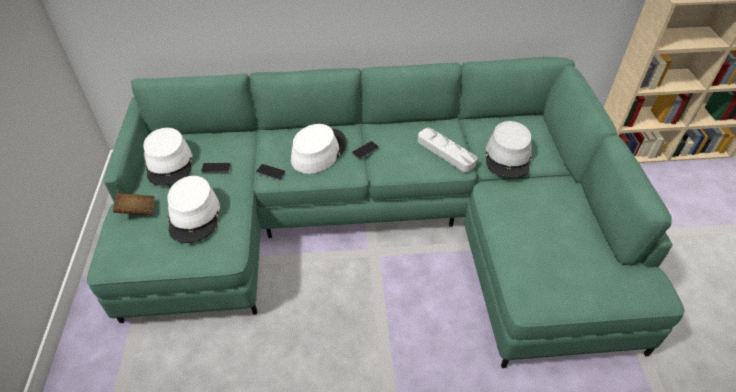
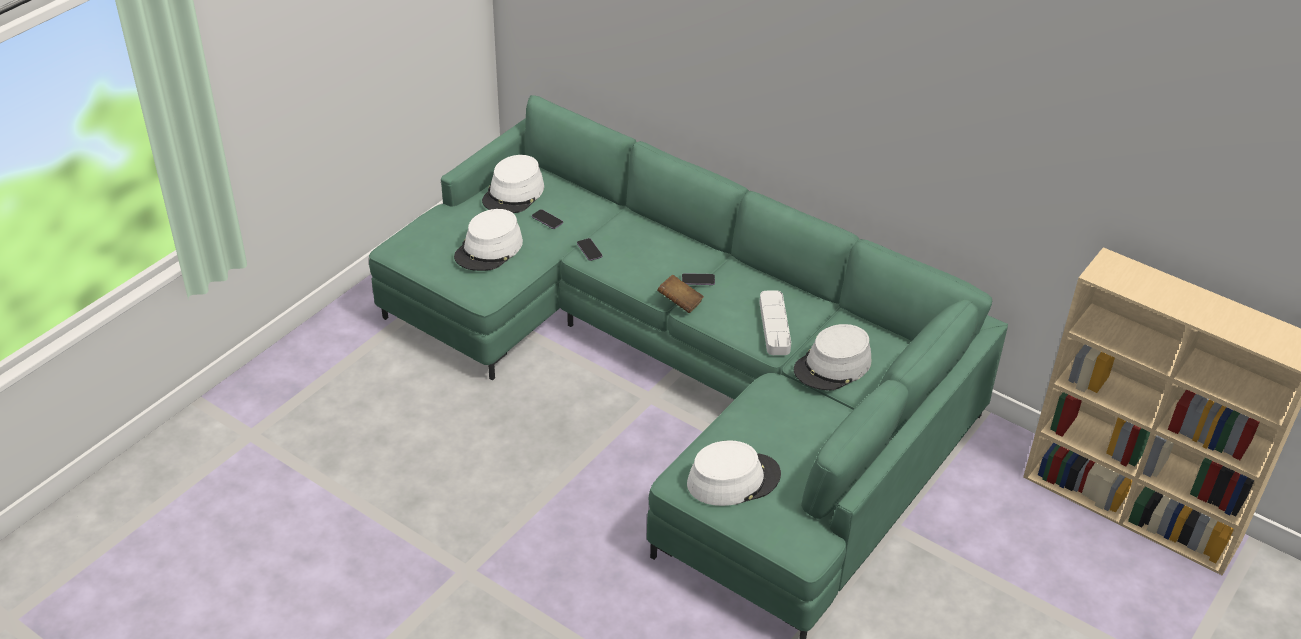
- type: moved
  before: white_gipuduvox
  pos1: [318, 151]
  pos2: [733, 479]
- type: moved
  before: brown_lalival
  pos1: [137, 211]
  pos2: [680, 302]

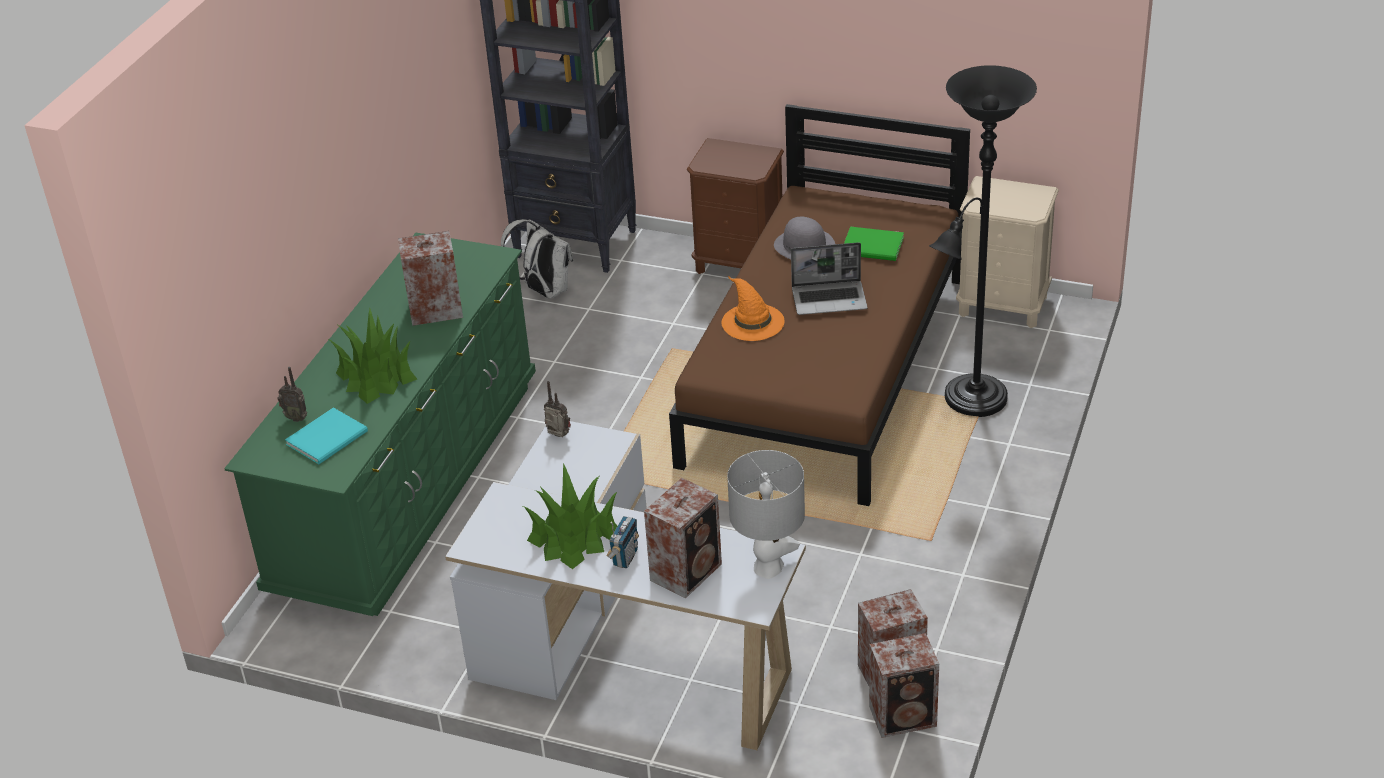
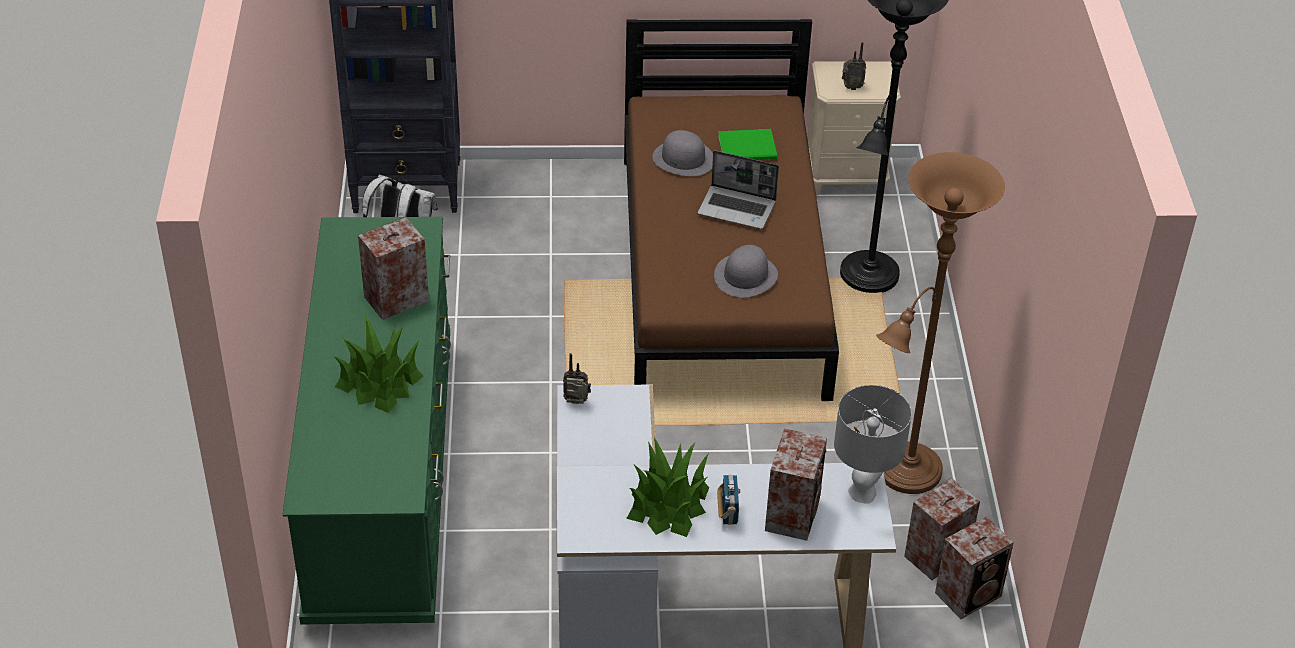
- type: removed
  before: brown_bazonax
  pos1: [739, 263]
- type: turned
  before: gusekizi
  pos1: [830, 299]
  pos2: [738, 208]
  turn: 45
- type: removed
  before: orange_gipuduvox
  pos1: [752, 321]
- type: moved
  before: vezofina
  pos1: [296, 417]
  pos2: [851, 87]
- type: removed
  before: turquoise_lalival
  pos1: [330, 438]
- type: added
  after: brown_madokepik
  pos2: [903, 475]
- type: added
  after: grey_gipuduvox
  pos2: [745, 275]

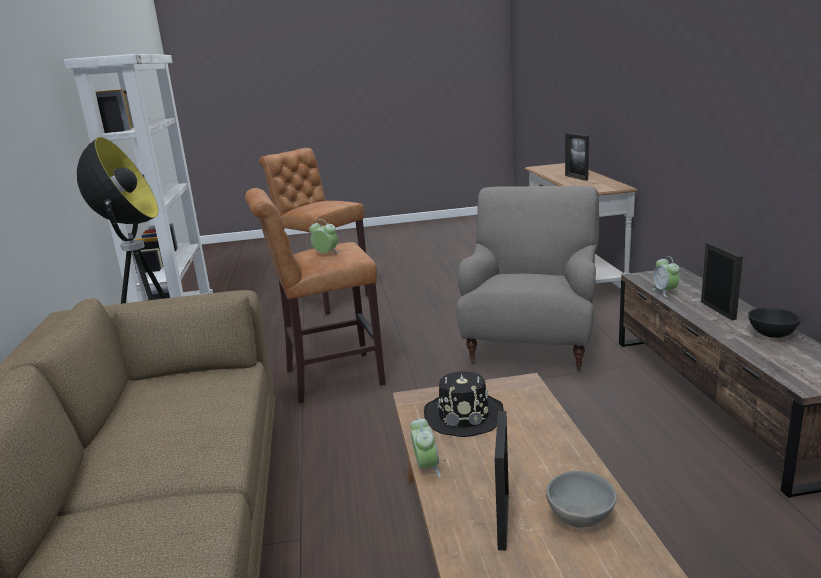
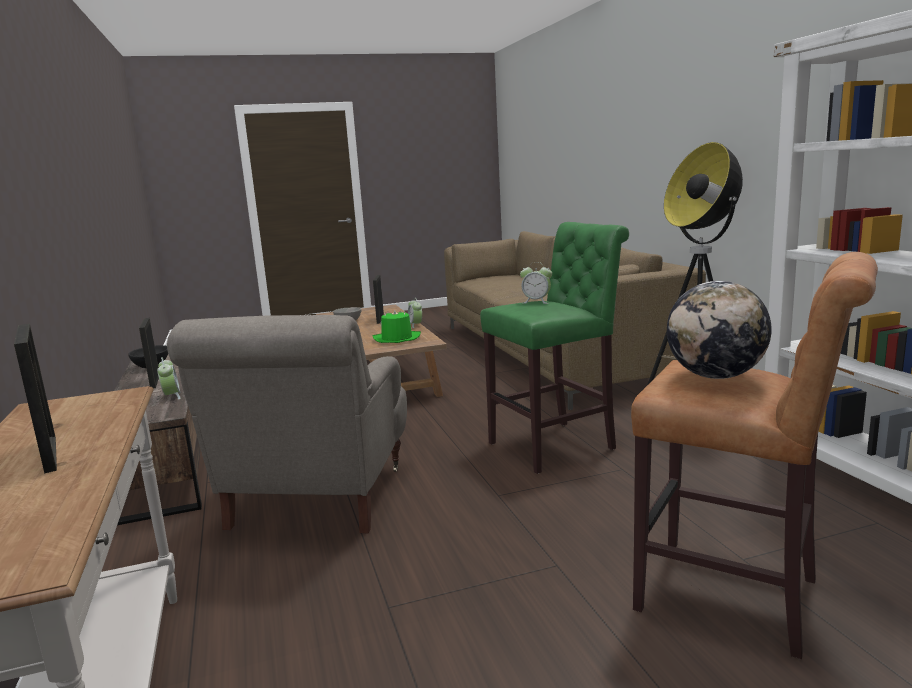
- type: recoloured
  before: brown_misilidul
  after: green_misilidul
  pos1: [328, 379]
  pos2: [557, 445]
- type: recoloured
  before: black_gipuduvox
  after: green_gipuduvox
  pos1: [464, 415]
  pos2: [396, 338]
- type: added
  after: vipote
  pos2: [715, 376]

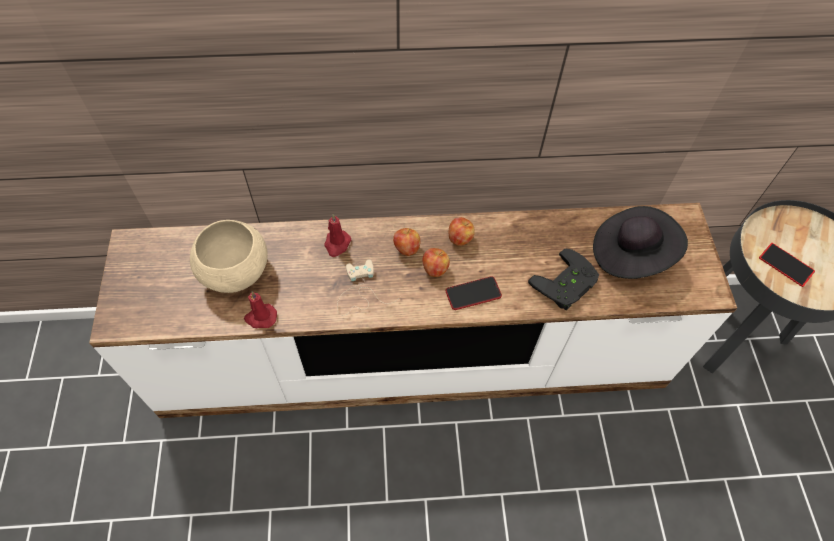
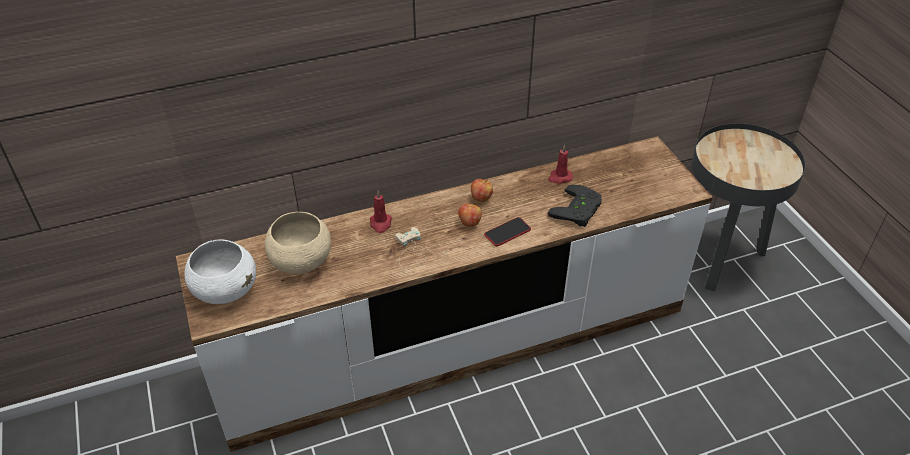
- type: removed
  before: black_gipuduvox
  pos1: [631, 254]
- type: removed
  before: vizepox
  pos1: [406, 248]
- type: removed
  before: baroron
  pos1: [786, 264]
- type: moved
  before: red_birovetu
  pos1: [260, 317]
  pos2: [559, 177]
- type: added
  after: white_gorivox
  pos2: [225, 290]

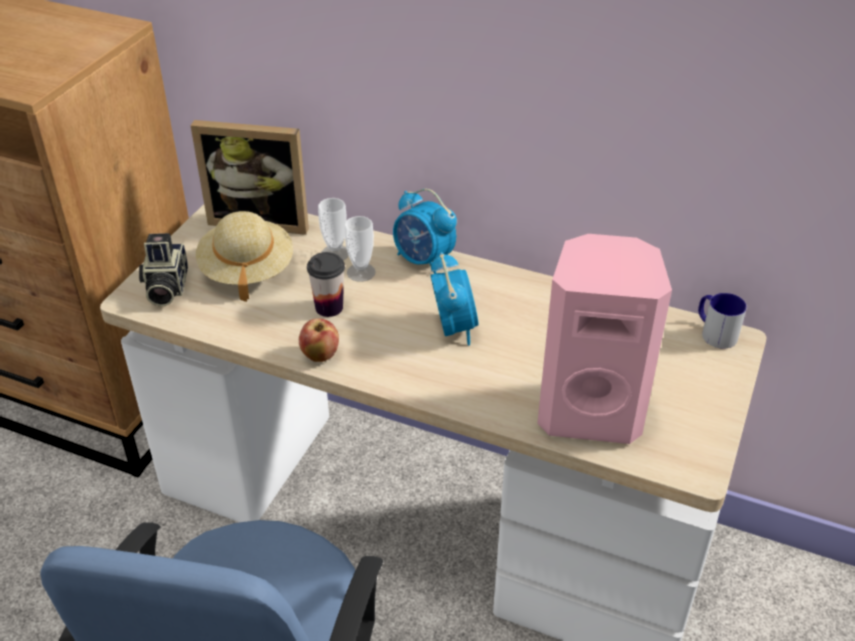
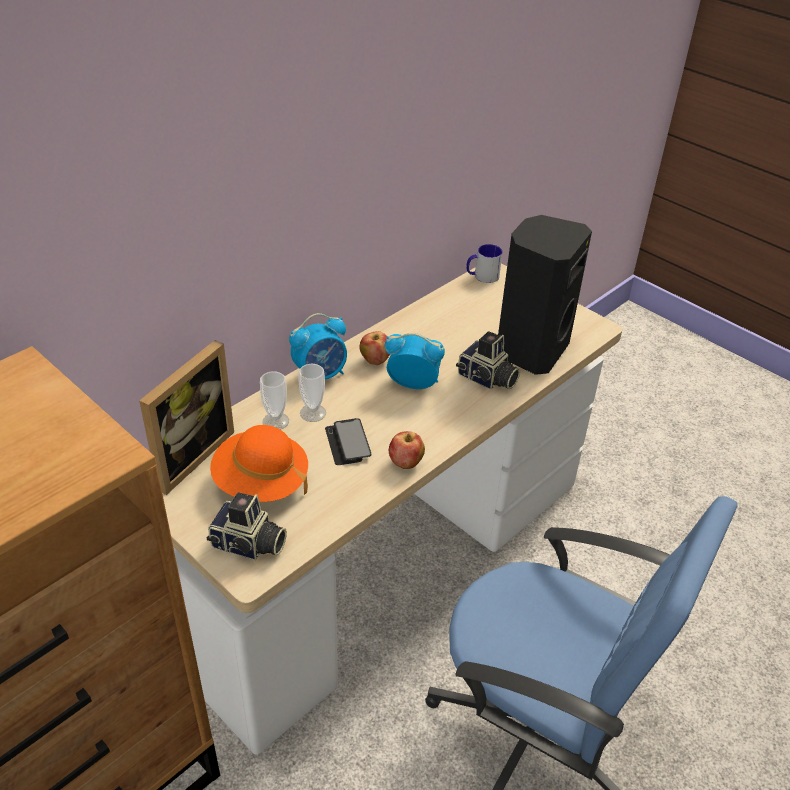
- type: recoloured
  before: beige_gipuduvox
  after: orange_gipuduvox
  pos1: [247, 270]
  pos2: [261, 482]
- type: recoloured
  before: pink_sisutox
  after: black_sisutox
  pos1: [590, 411]
  pos2: [530, 350]
- type: replaced
  before: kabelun
  after: baroron
  pos1: [329, 307]
  pos2: [347, 443]
- type: added
  after: vizepox
  pos2: [375, 360]
- type: added
  after: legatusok
  pos2: [487, 379]

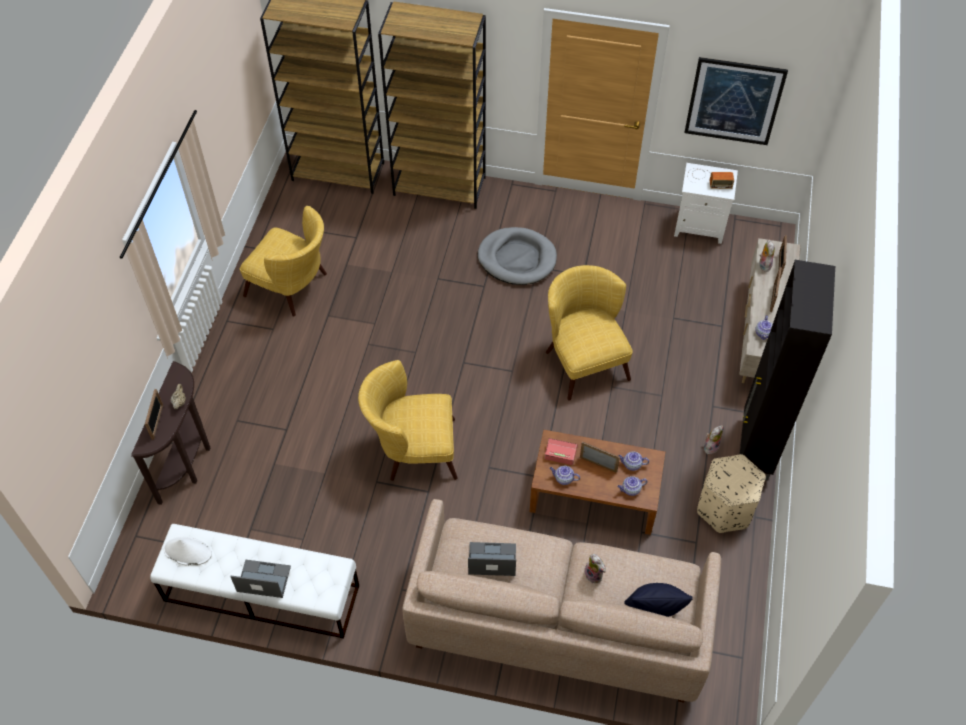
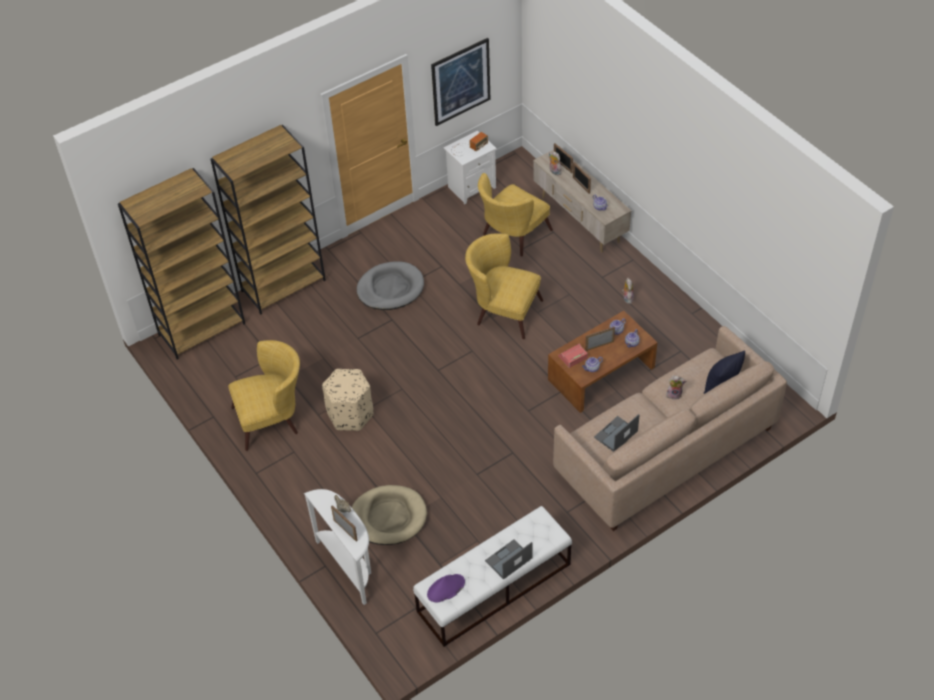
- type: removed
  before: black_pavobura
  pos1: [754, 449]
- type: moved
  before: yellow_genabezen
  pos1: [412, 449]
  pos2: [512, 236]
- type: recoloured
  before: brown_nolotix
  after: white_nolotix
  pos1: [189, 461]
  pos2: [349, 566]
- type: moved
  before: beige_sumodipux
  pos1: [725, 508]
  pos2: [350, 414]
- type: recoloured
  before: white_gipuduvox
  after: purple_gipuduvox
  pos1: [187, 551]
  pos2: [446, 588]
- type: added
  after: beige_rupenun
  pos2: [388, 517]

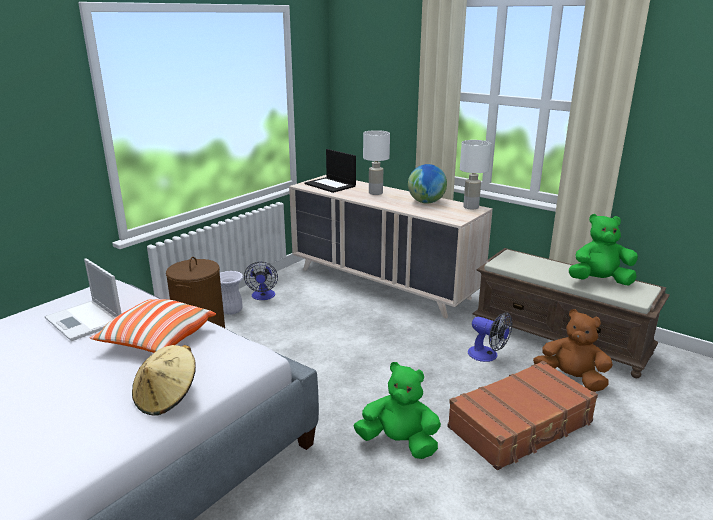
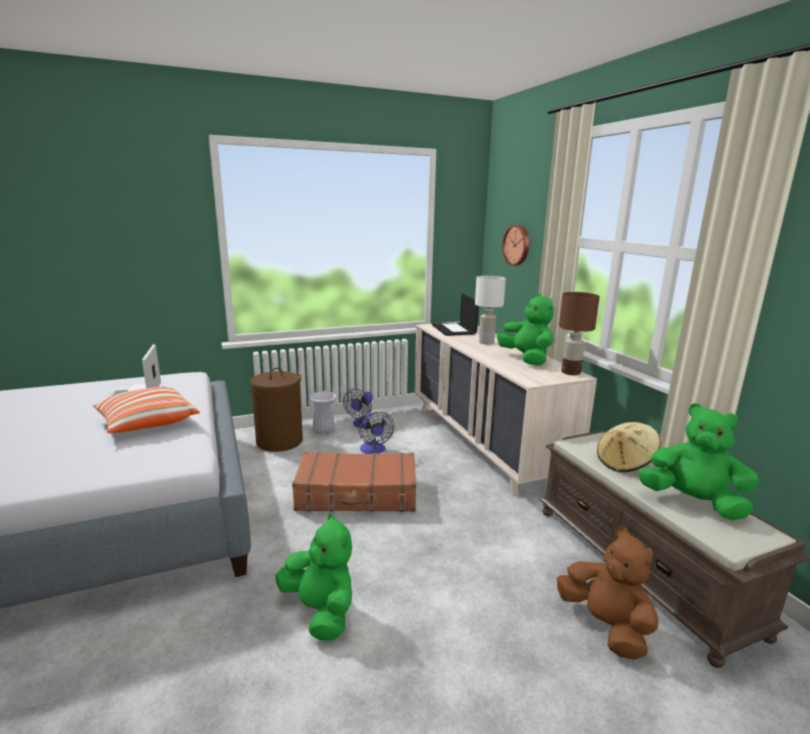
- type: recoloured
  before: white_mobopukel
  after: brown_mobopukel
  pos1: [471, 207]
  pos2: [570, 372]
- type: replaced
  before: vipote
  after: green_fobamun
  pos1: [426, 202]
  pos2: [526, 359]
- type: moved
  before: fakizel
  pos1: [487, 355]
  pos2: [374, 450]
- type: moved
  before: beige_gipuduvox
  pos1: [167, 398]
  pos2: [625, 463]
- type: moved
  before: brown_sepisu
  pos1: [521, 425]
  pos2: [357, 494]
- type: added
  after: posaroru
  pos2: [517, 245]

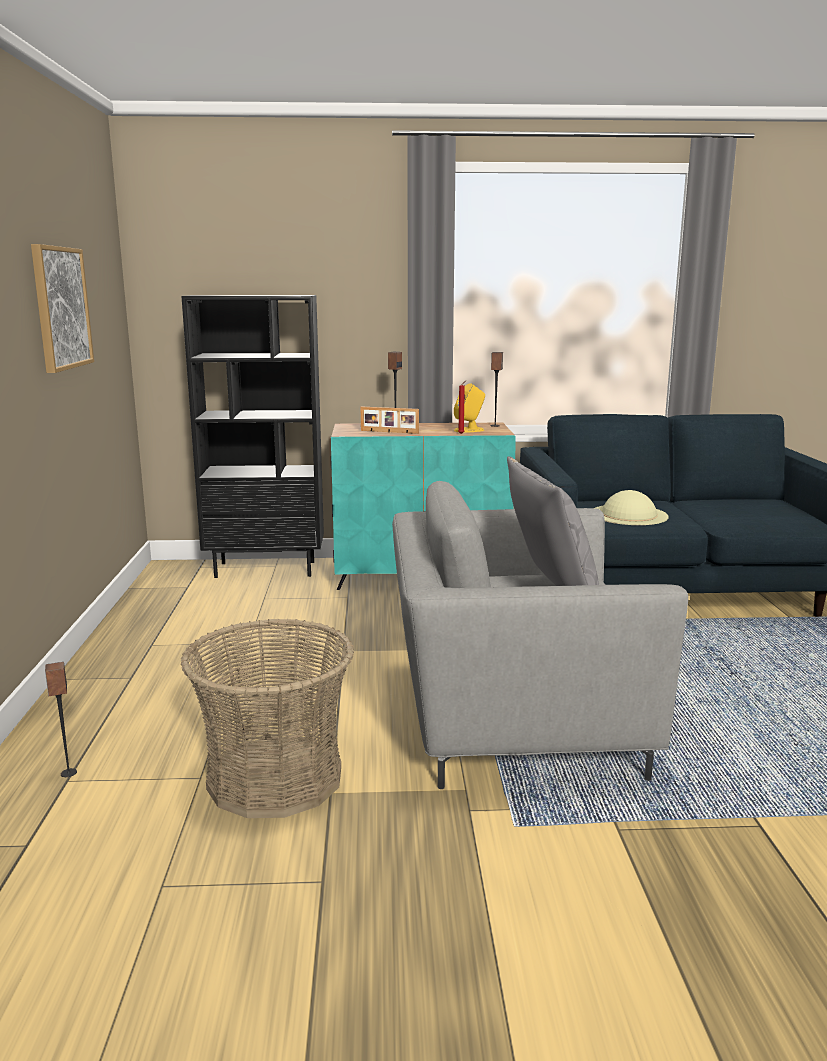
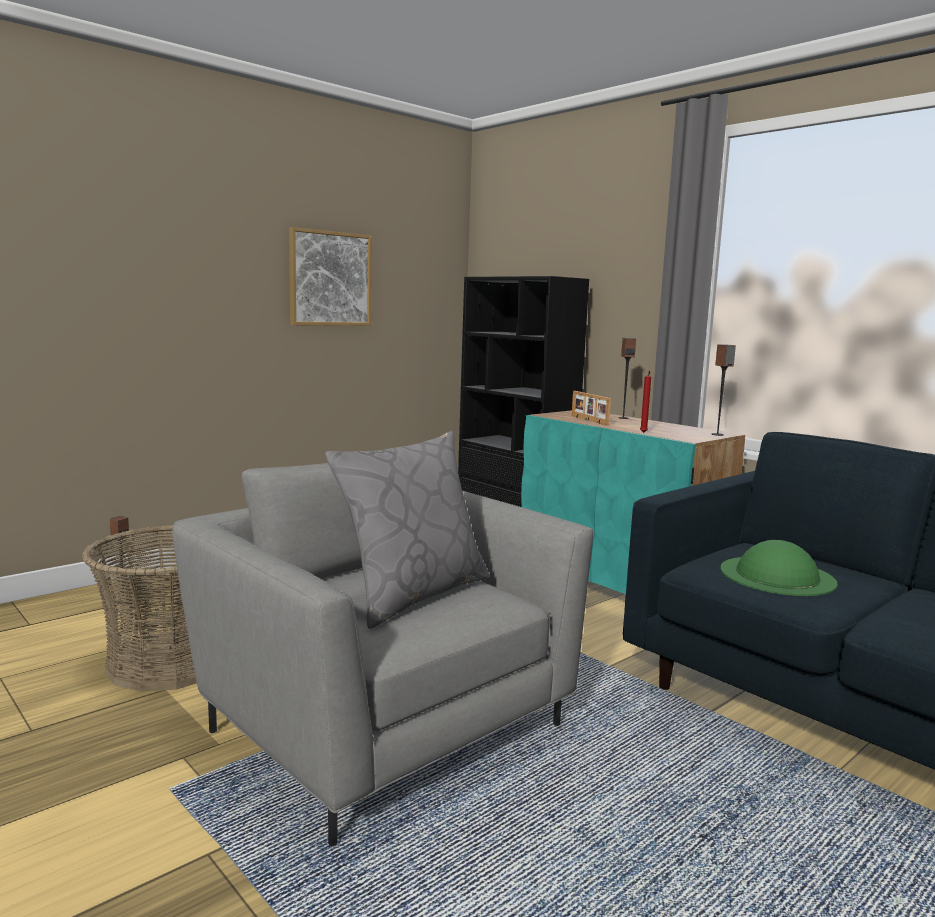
- type: removed
  before: yellow_sisutox
  pos1: [469, 430]
- type: recoloured
  before: beige_gipuduvox
  after: green_gipuduvox
  pos1: [629, 514]
  pos2: [777, 575]

